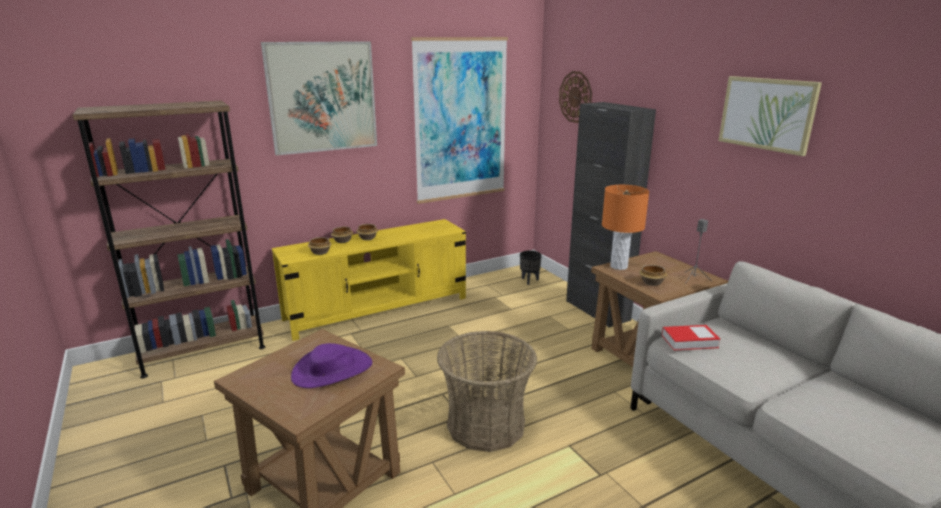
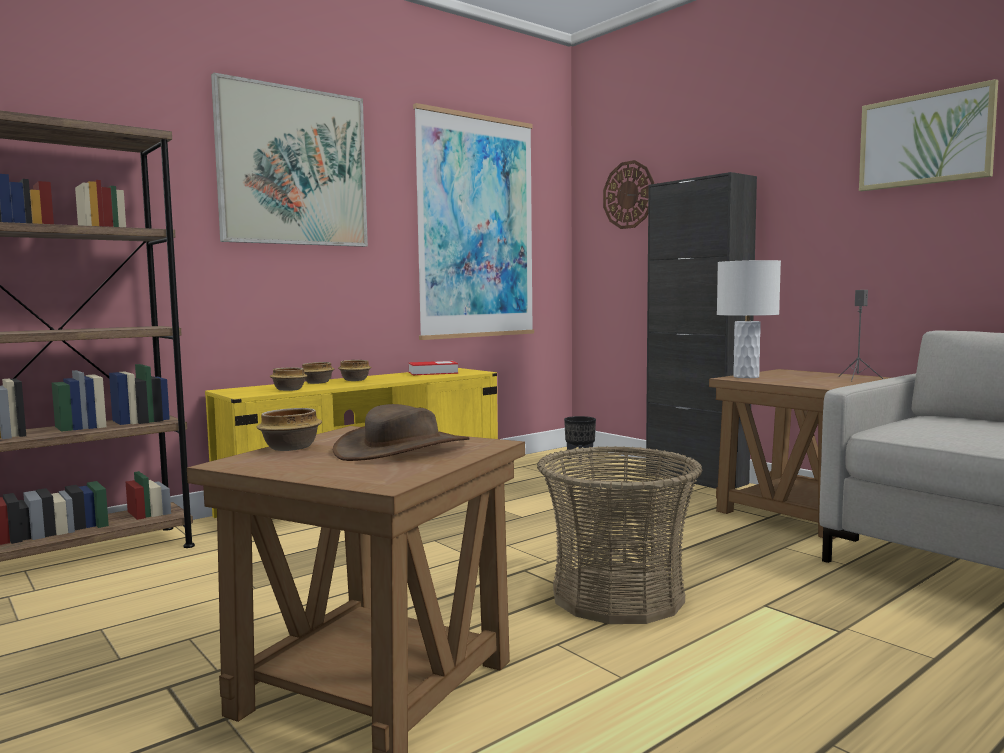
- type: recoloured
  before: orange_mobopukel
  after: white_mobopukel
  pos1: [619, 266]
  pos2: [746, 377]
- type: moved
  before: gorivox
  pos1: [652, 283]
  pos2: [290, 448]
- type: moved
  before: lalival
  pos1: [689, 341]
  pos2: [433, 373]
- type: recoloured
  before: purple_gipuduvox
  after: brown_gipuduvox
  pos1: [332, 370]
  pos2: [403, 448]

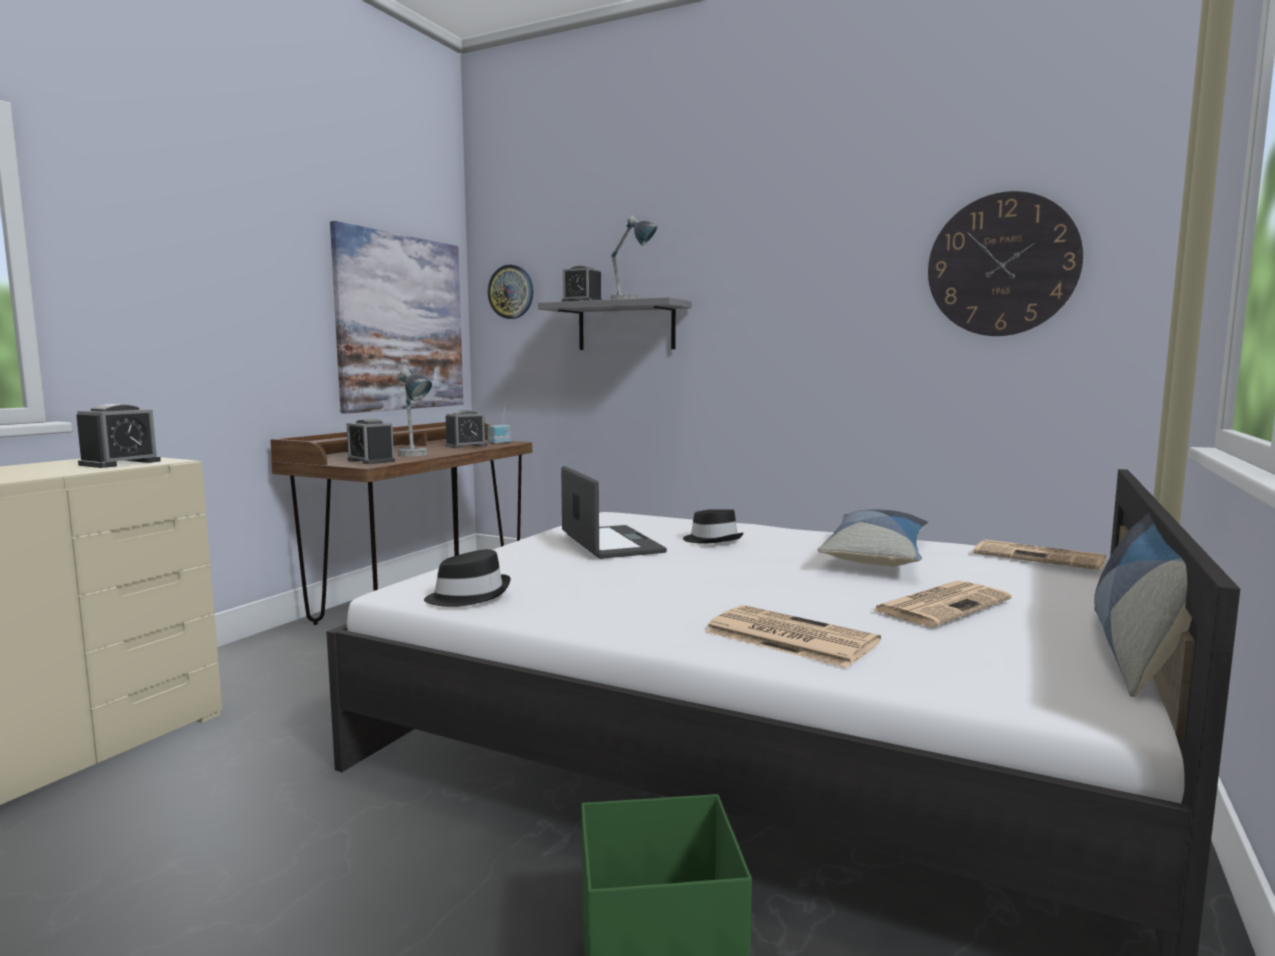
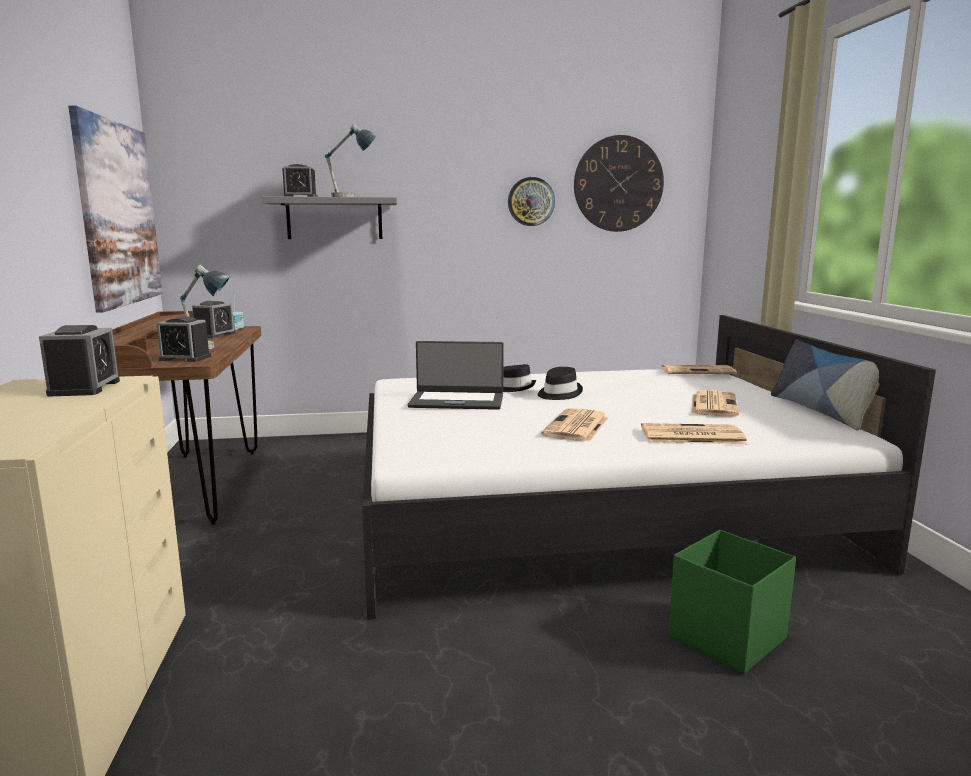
- type: moved
  before: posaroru
  pos1: [511, 292]
  pos2: [531, 201]
- type: turned
  before: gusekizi
  pos1: [609, 543]
  pos2: [457, 401]
  turn: 150
- type: removed
  before: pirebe
  pos1: [876, 556]
- type: moved
  before: black_gipuduvox
  pos1: [468, 595]
  pos2: [558, 394]
- type: added
  after: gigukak
  pos2: [576, 427]

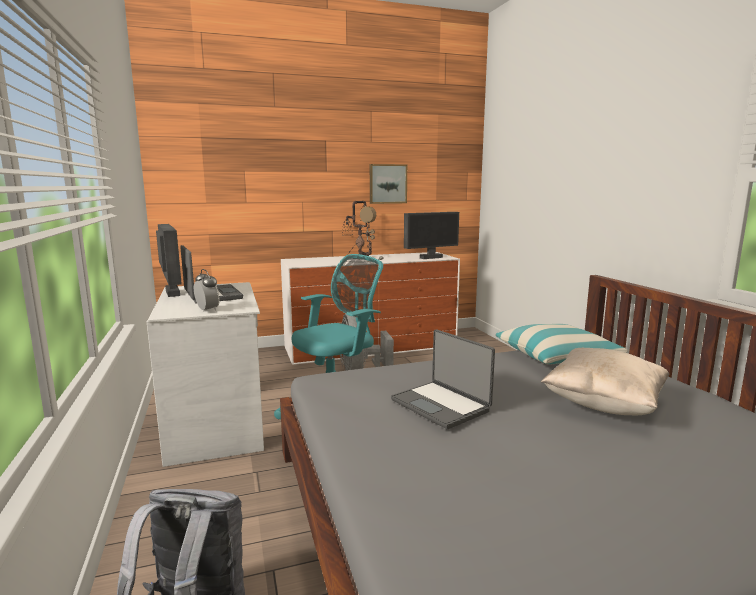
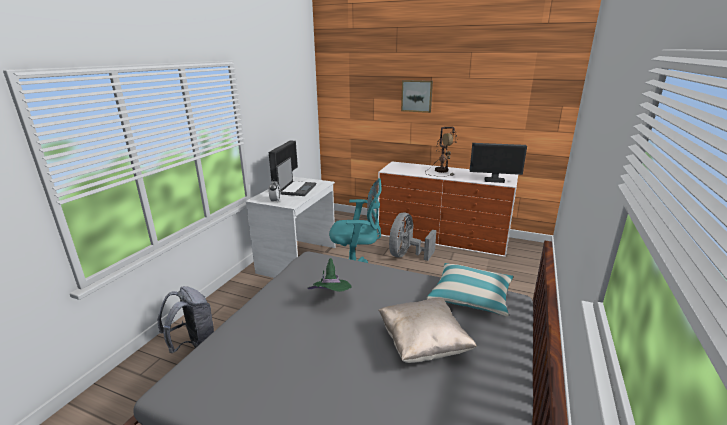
- type: moved
  before: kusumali
  pos1: [387, 184]
  pos2: [417, 96]
- type: replaced
  before: gusekizi
  after: green_gipuduvox
  pos1: [441, 405]
  pos2: [331, 299]

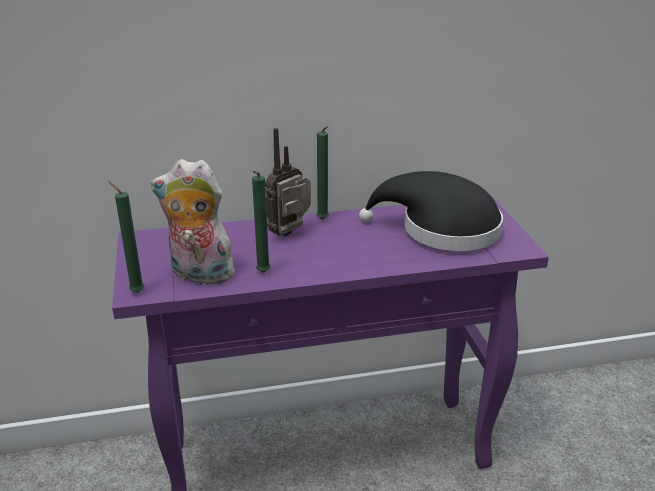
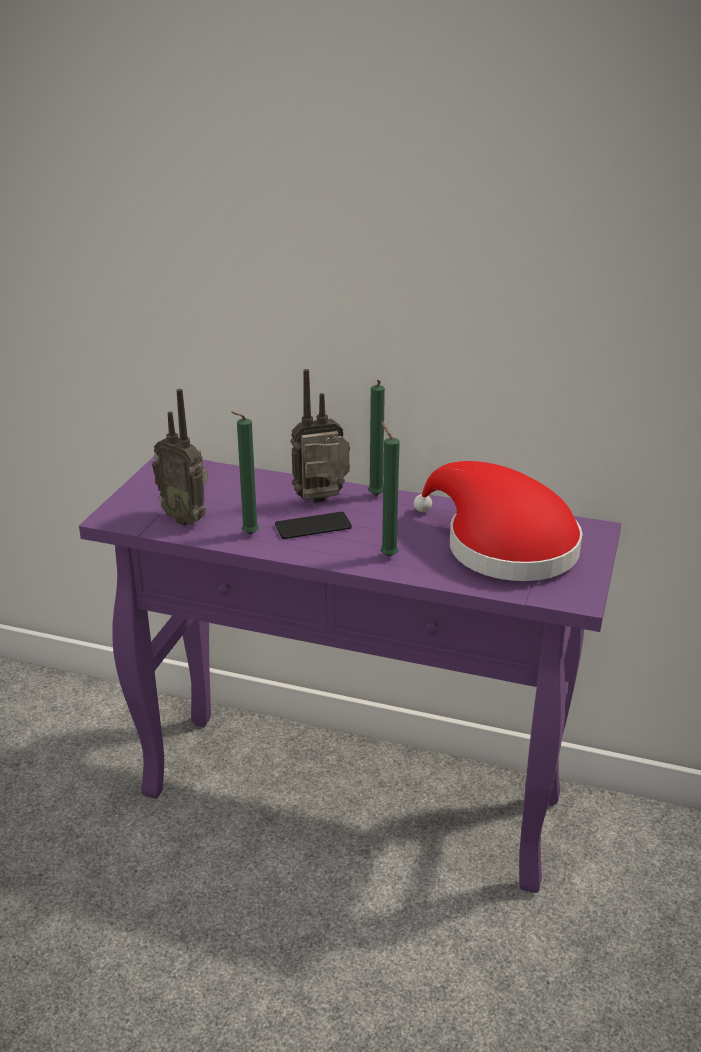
- type: replaced
  before: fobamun
  after: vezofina
  pos1: [199, 275]
  pos2: [186, 518]
- type: recoloured
  before: black_gipuduvox
  after: red_gipuduvox
  pos1: [441, 229]
  pos2: [502, 546]
- type: moved
  before: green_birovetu
  pos1: [135, 292]
  pos2: [387, 555]
- type: added
  after: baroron
  pos2: [313, 526]

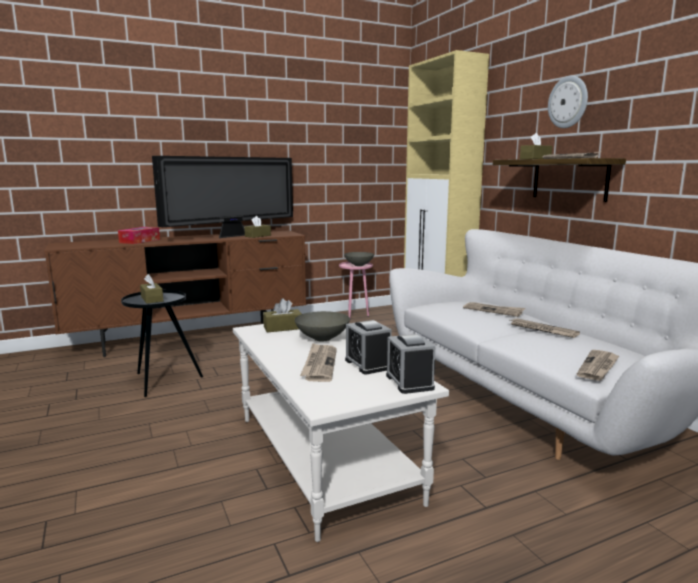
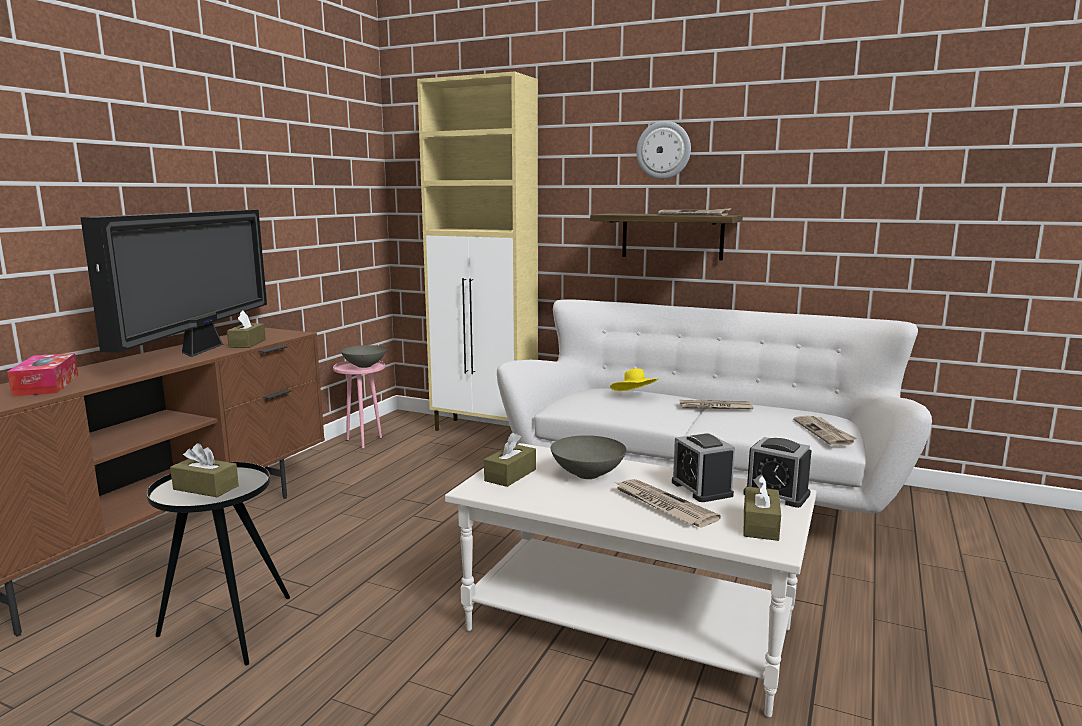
- type: moved
  before: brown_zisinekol
  pos1: [535, 159]
  pos2: [760, 525]
- type: replaced
  before: gigukak
  after: yellow_gipuduvox
  pos1: [493, 310]
  pos2: [634, 396]
- type: turned
  before: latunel
  pos1: [368, 364]
  pos2: [701, 489]
  turn: 45

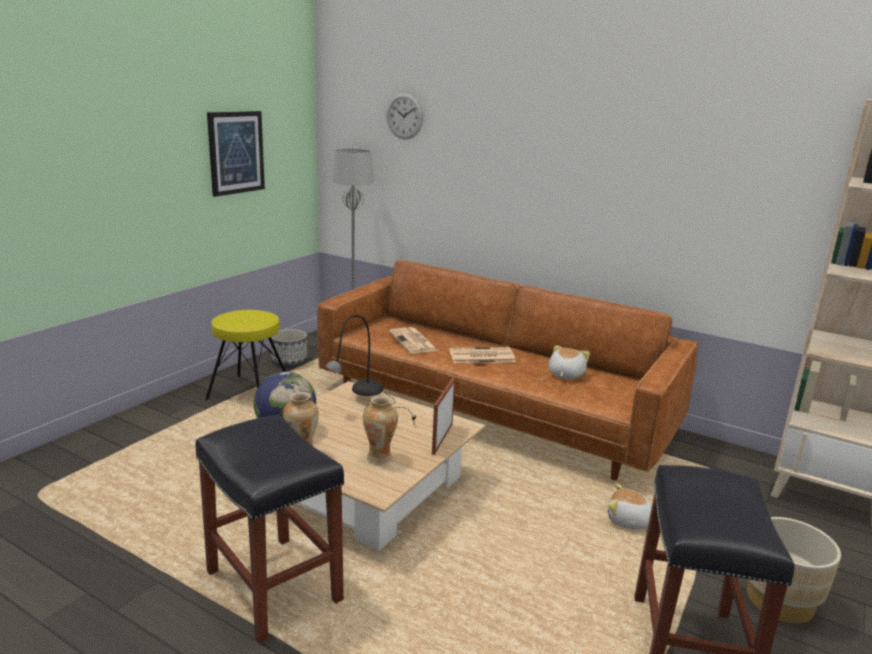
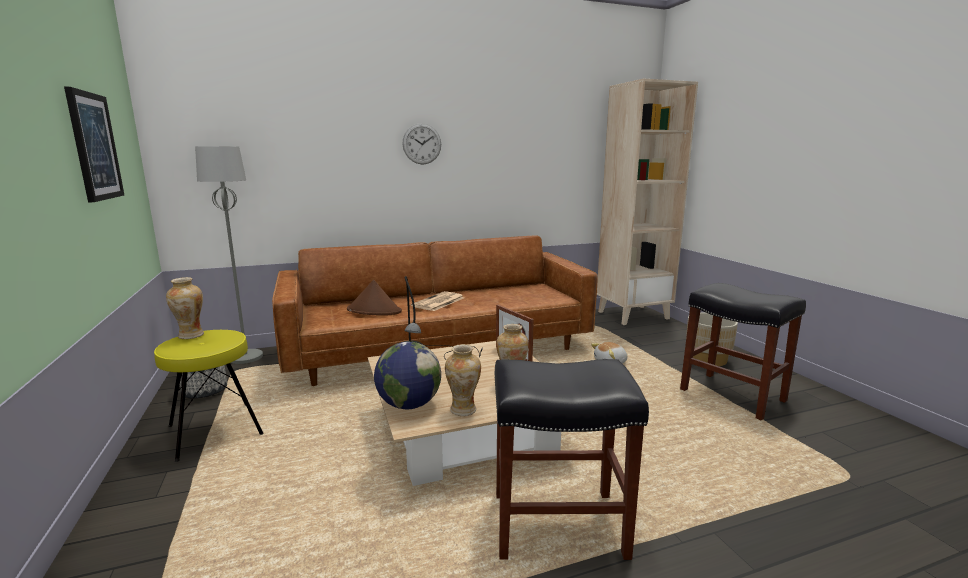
- type: moved
  before: posaroru
  pos1: [404, 116]
  pos2: [422, 144]
- type: replaced
  before: gigukak
  after: brown_gipuduvox
  pos1: [414, 342]
  pos2: [374, 310]
- type: removed
  before: fobamun
  pos1: [565, 374]
- type: added
  after: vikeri
  pos2: [191, 335]

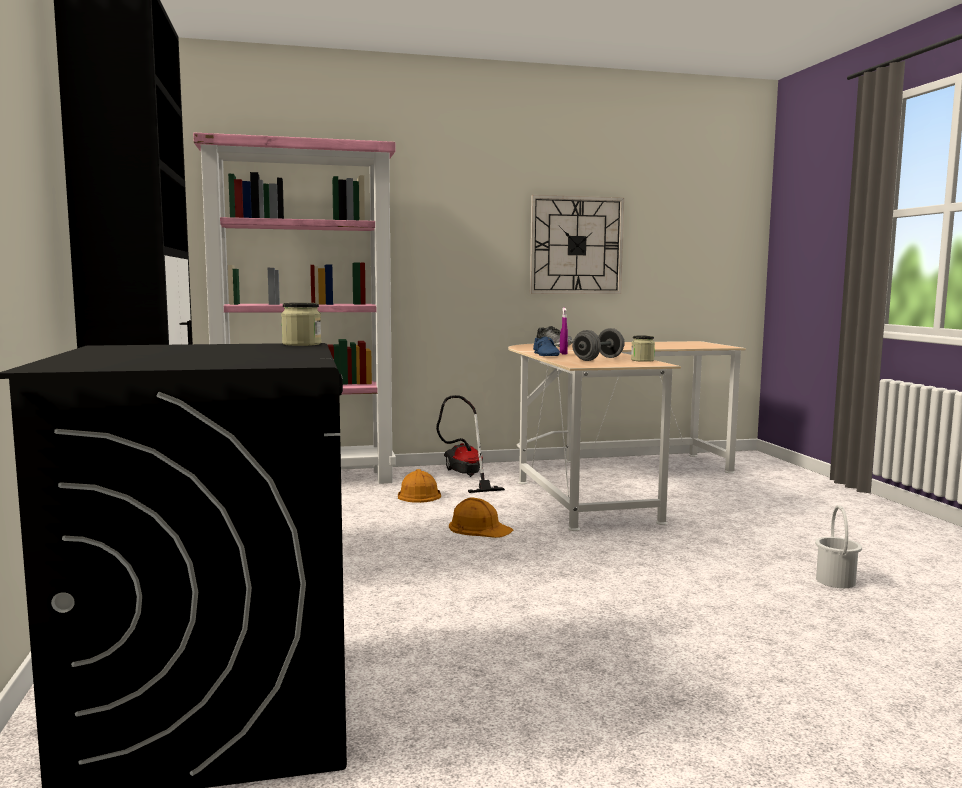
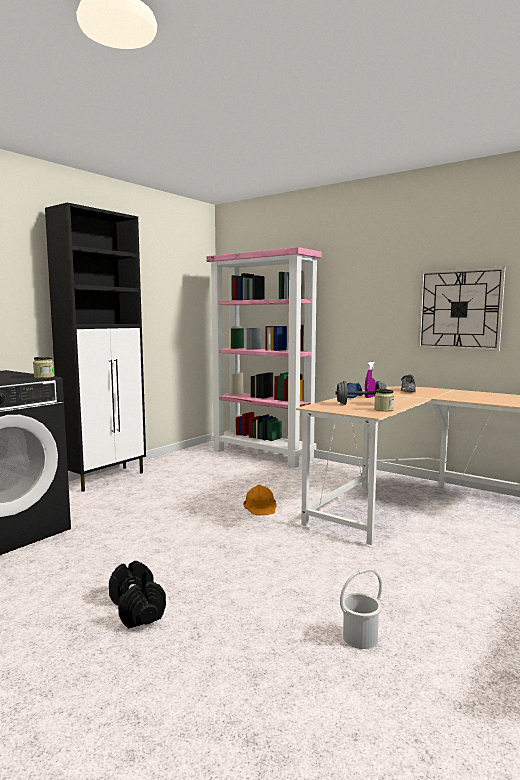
- type: removed
  before: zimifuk
  pos1: [465, 476]
- type: removed
  before: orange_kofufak
  pos1: [418, 494]
- type: added
  after: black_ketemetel
  pos2: [137, 609]

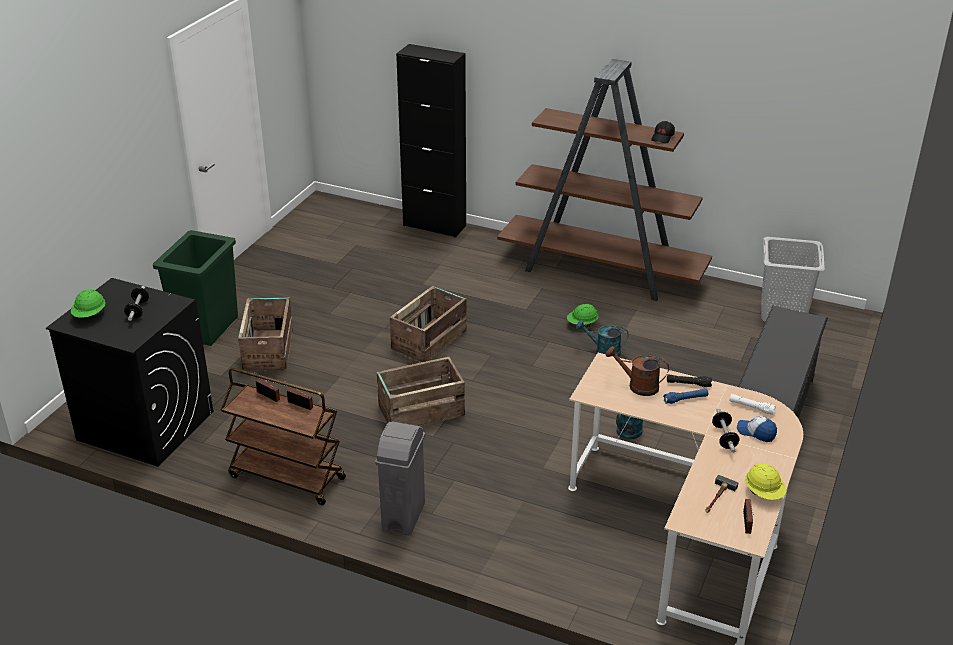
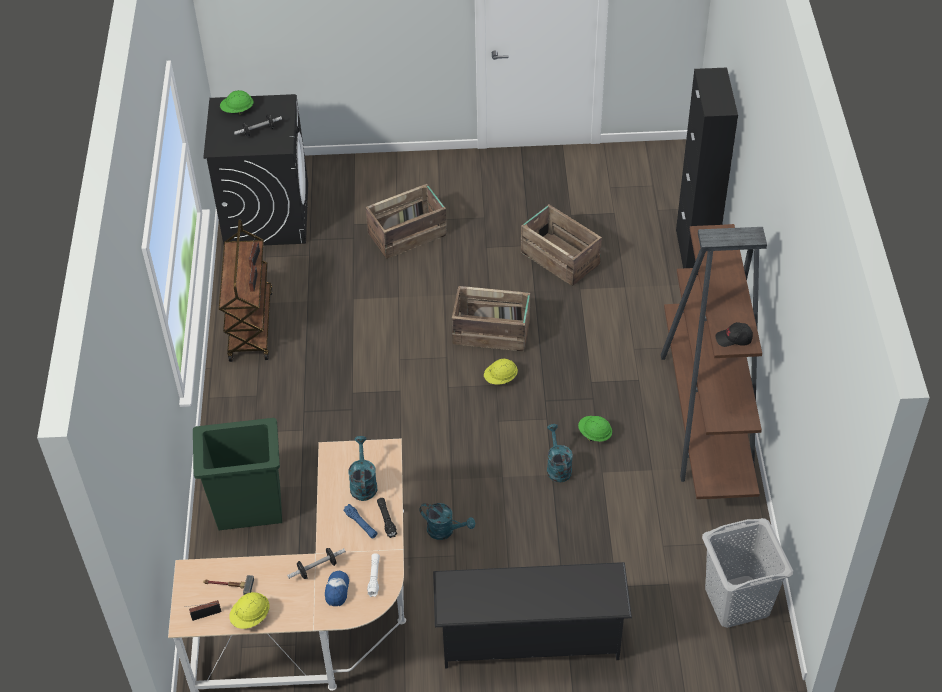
- type: moved
  before: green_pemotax
  pos1: [205, 327]
  pos2: [248, 507]
- type: recoloured
  before: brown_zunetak
  after: turquoise_zunetak
  pos1: [637, 386]
  pos2: [363, 483]
- type: moved
  before: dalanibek
  pos1: [420, 410]
  pos2: [559, 257]
- type: removed
  before: grey_pemotax
  pos1: [404, 516]
- type: added
  after: yellow_kofufak
  pos2: [500, 379]

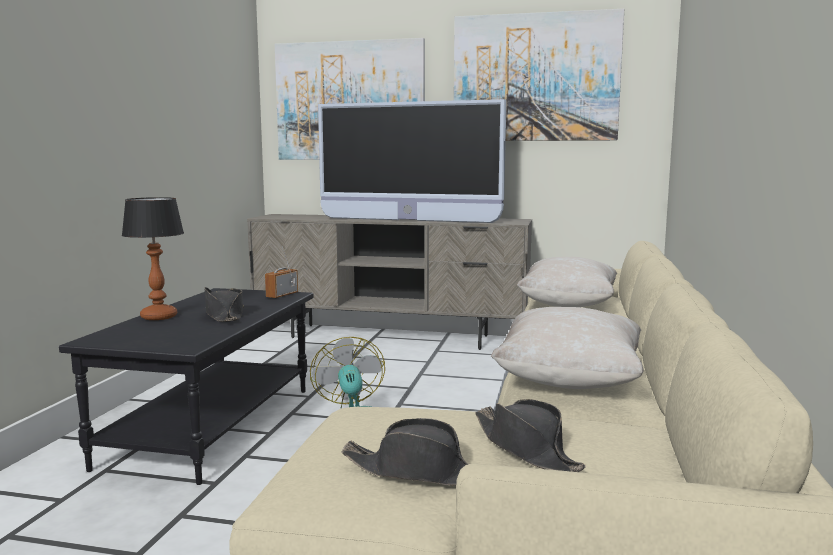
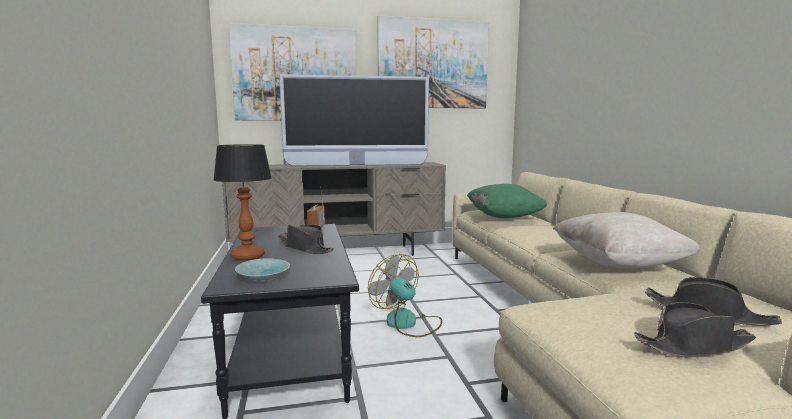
- type: recoloured
  before: beige_pirebe
  after: green_pirebe
  pos1: [568, 305]
  pos2: [504, 217]
- type: added
  after: turquoise_gorivox
  pos2: [265, 277]

